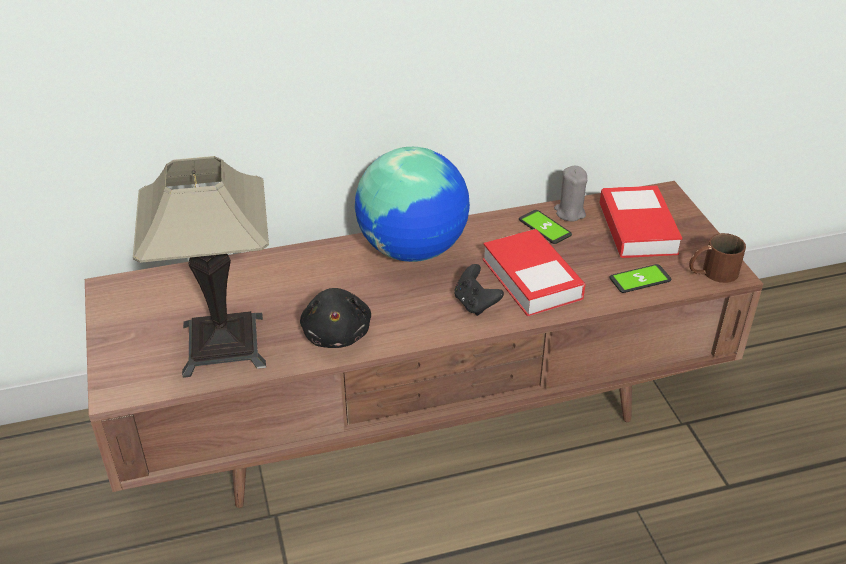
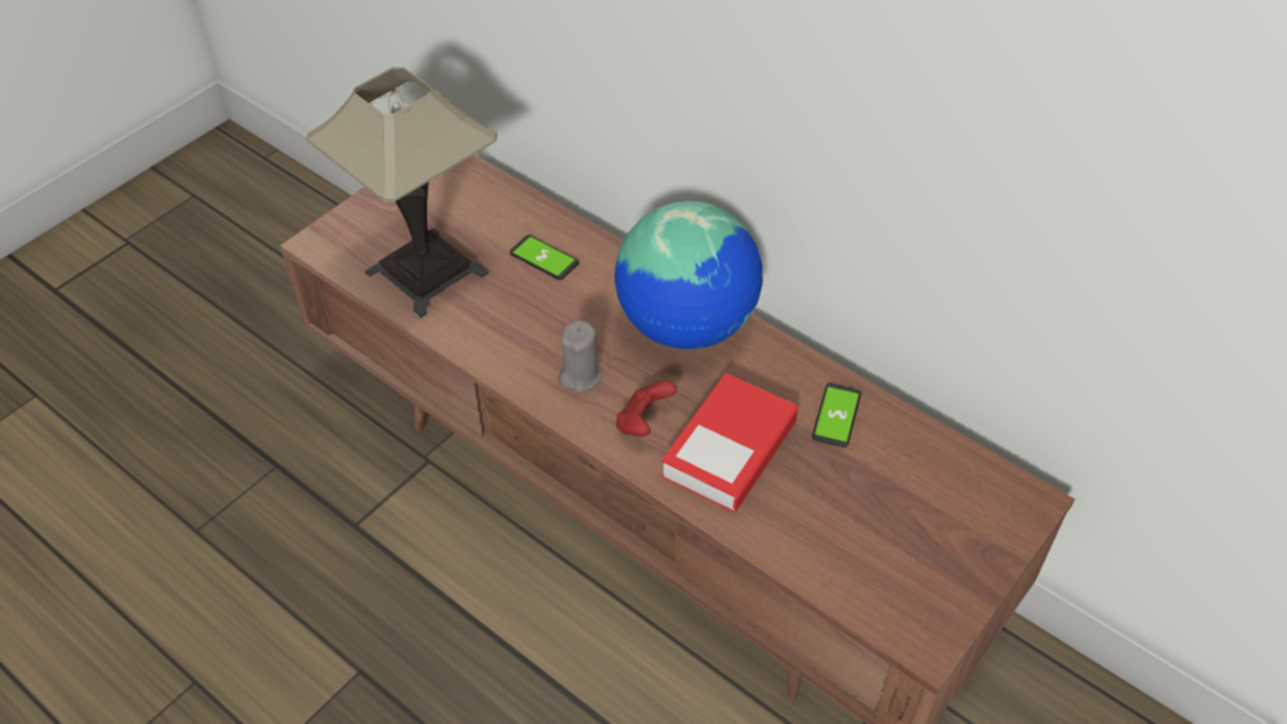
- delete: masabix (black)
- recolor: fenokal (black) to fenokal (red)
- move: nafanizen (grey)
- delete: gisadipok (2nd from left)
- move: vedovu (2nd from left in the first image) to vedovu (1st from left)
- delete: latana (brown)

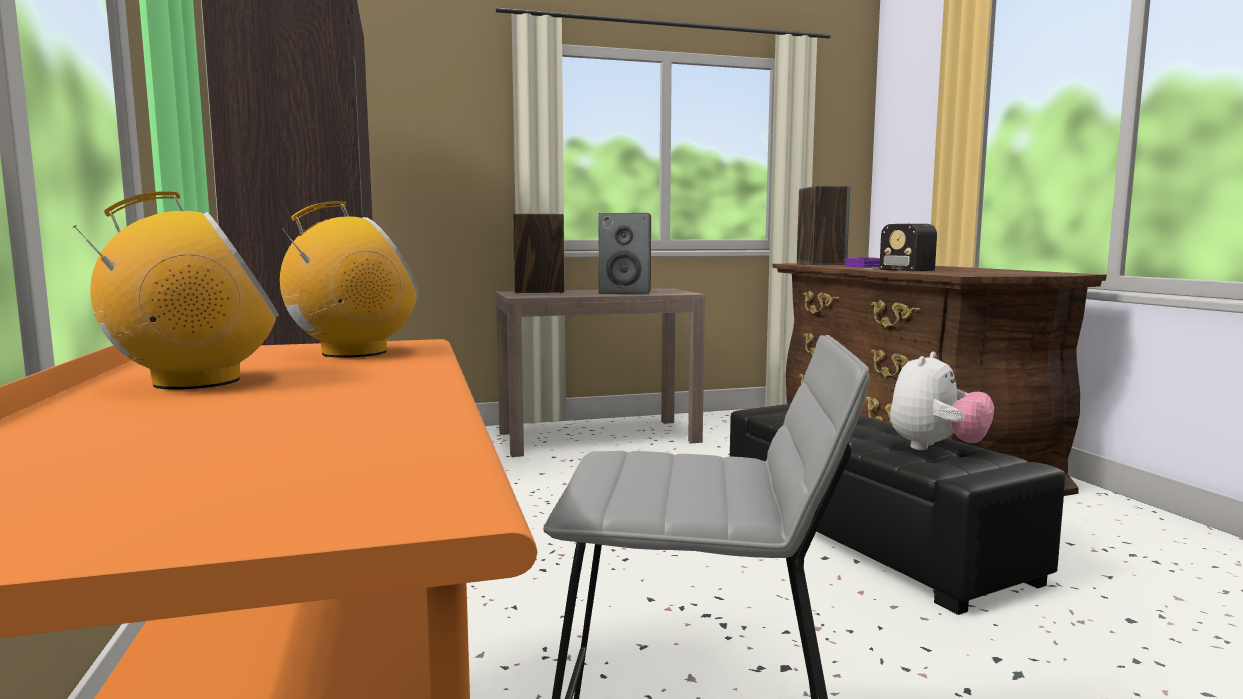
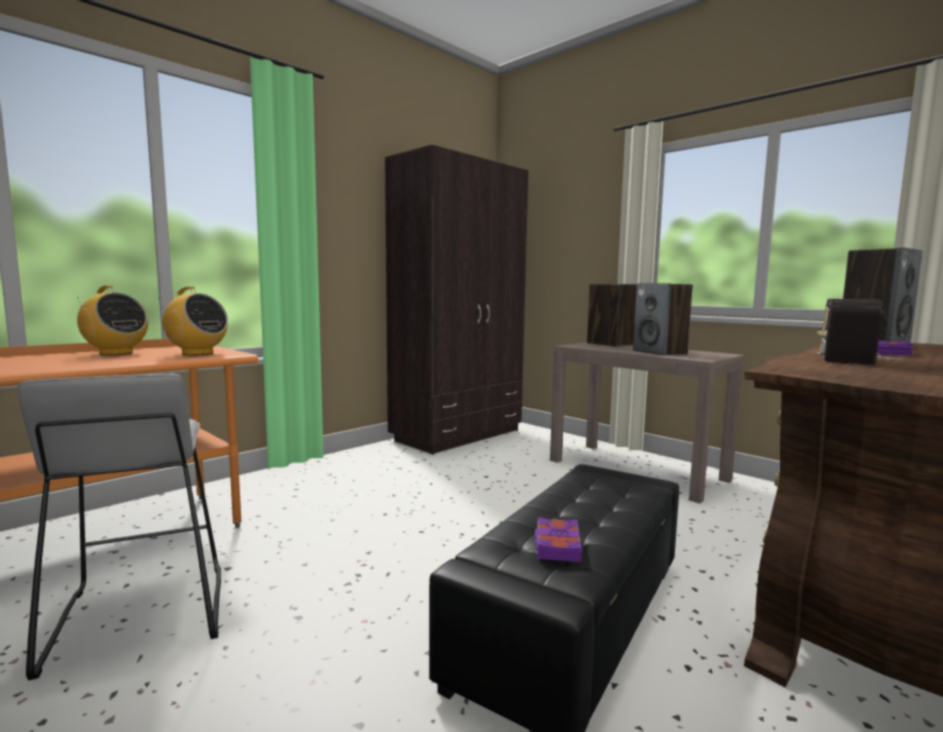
- replace: masabix to gisadipok (purple) (1st from left)

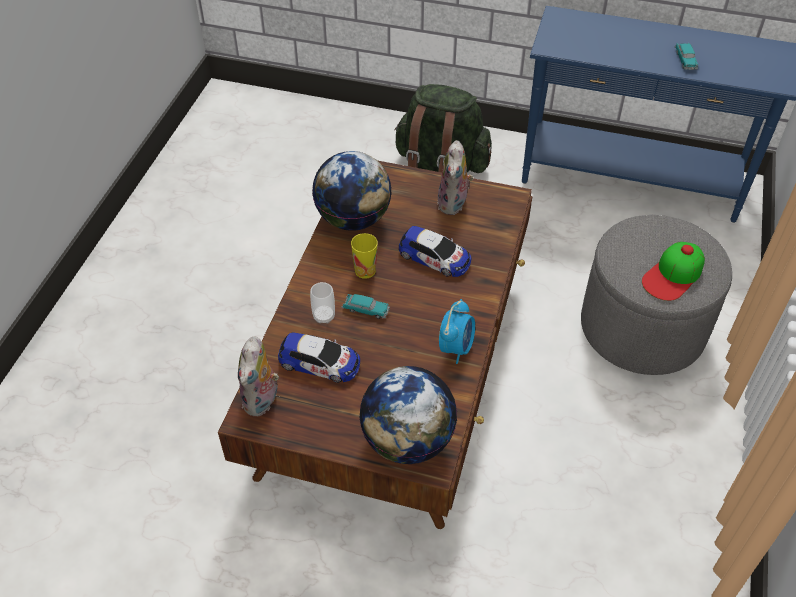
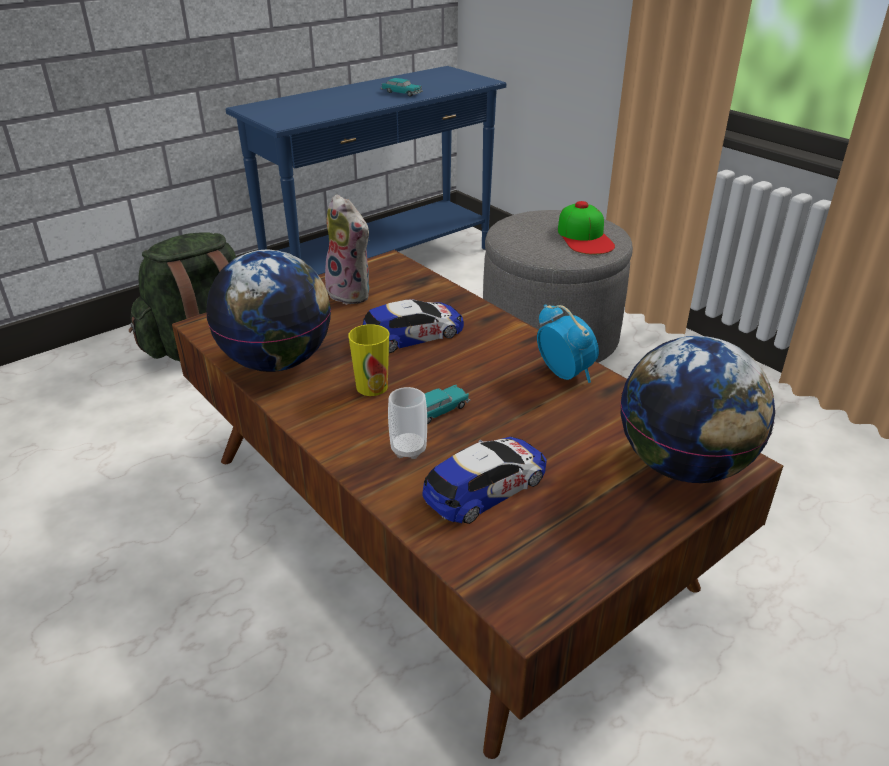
- delete: masabix (1st from left)

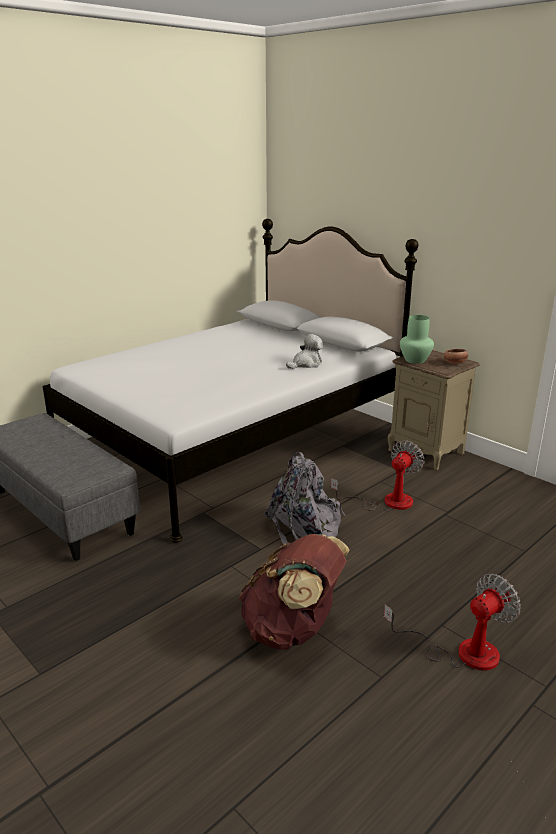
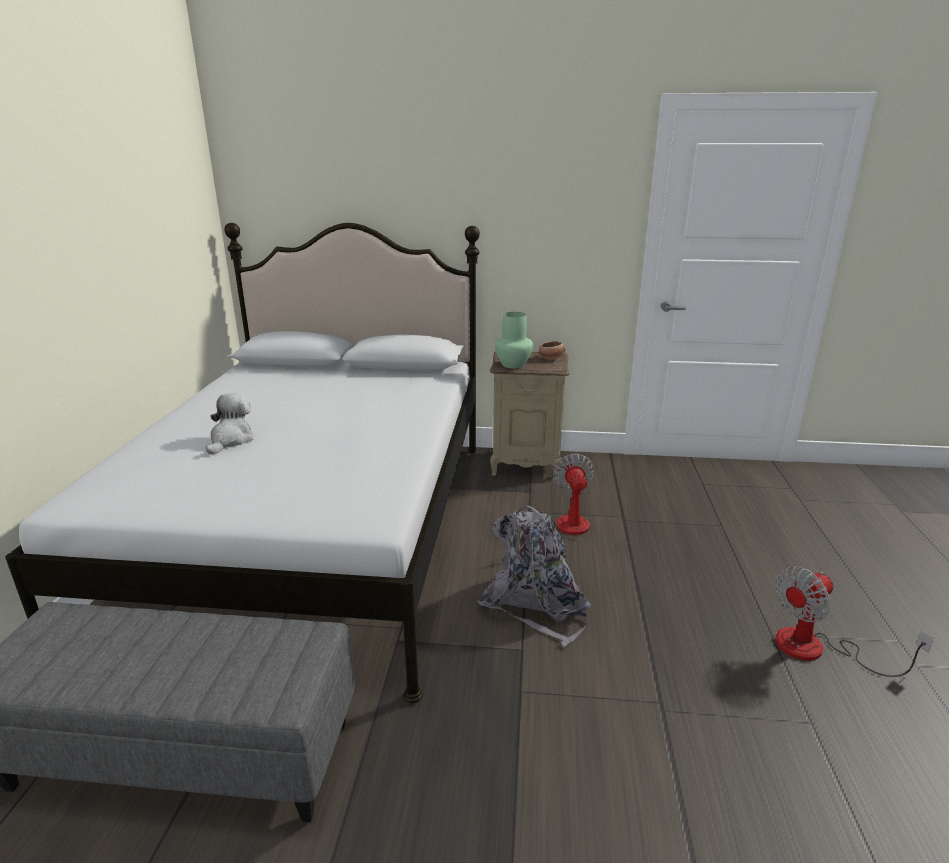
- delete: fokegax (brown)
- move: masabix
- rotate: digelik (2nd from left) 135 degrees counterclockwise

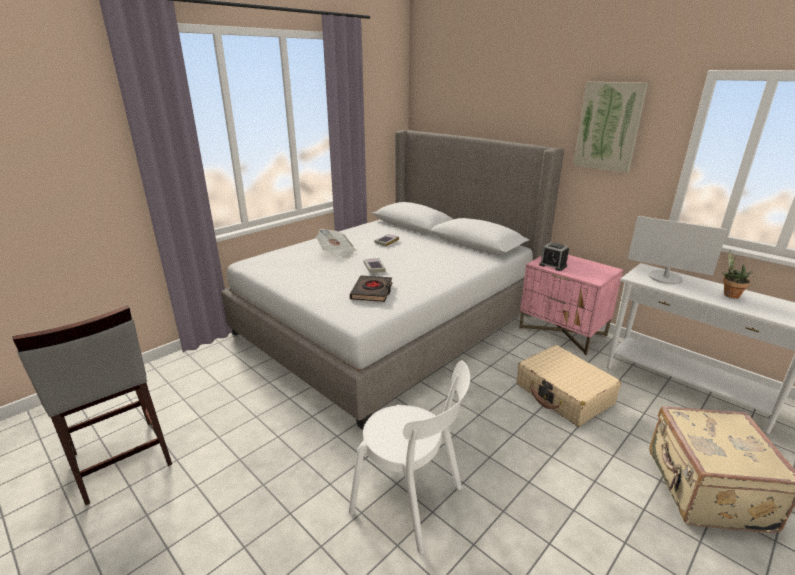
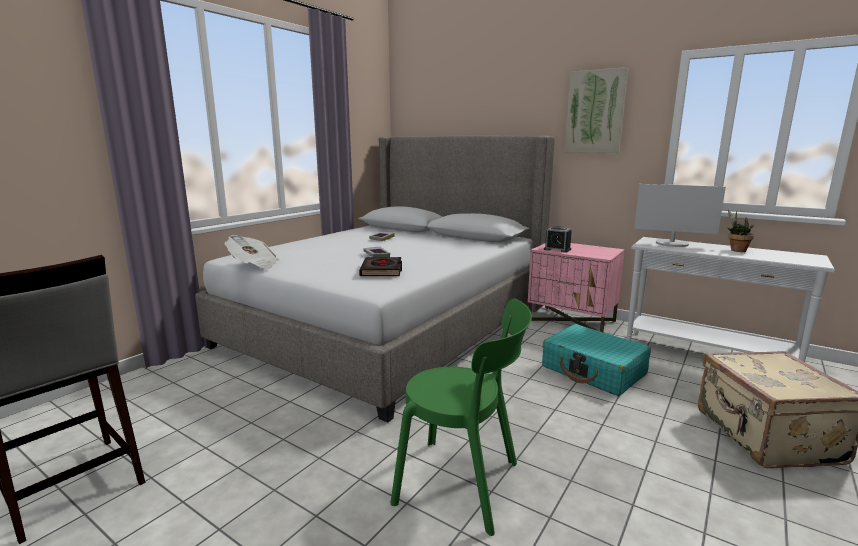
- move: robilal
- recolor: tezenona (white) to tezenona (green)
- recolor: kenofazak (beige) (1st from left) to kenofazak (turquoise)

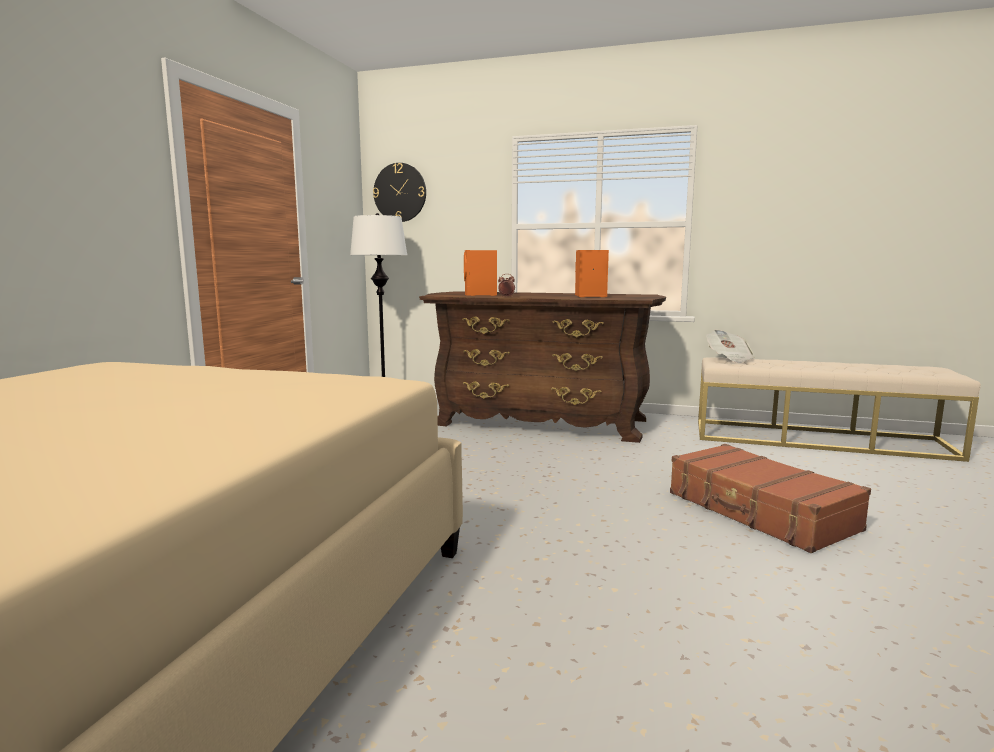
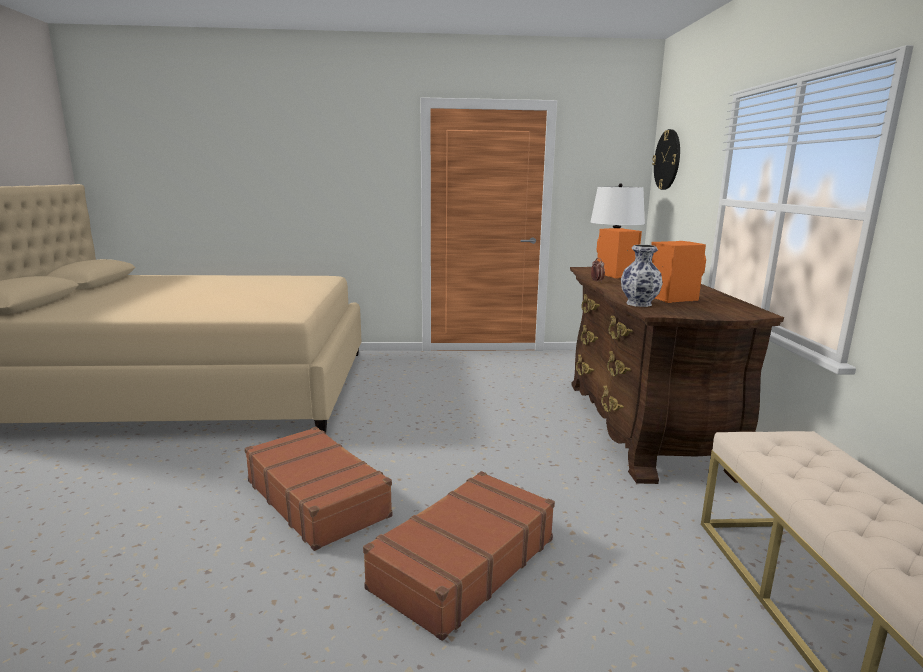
- delete: robilal
- insert: kenofazak (brown) (1st from left)
- insert: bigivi

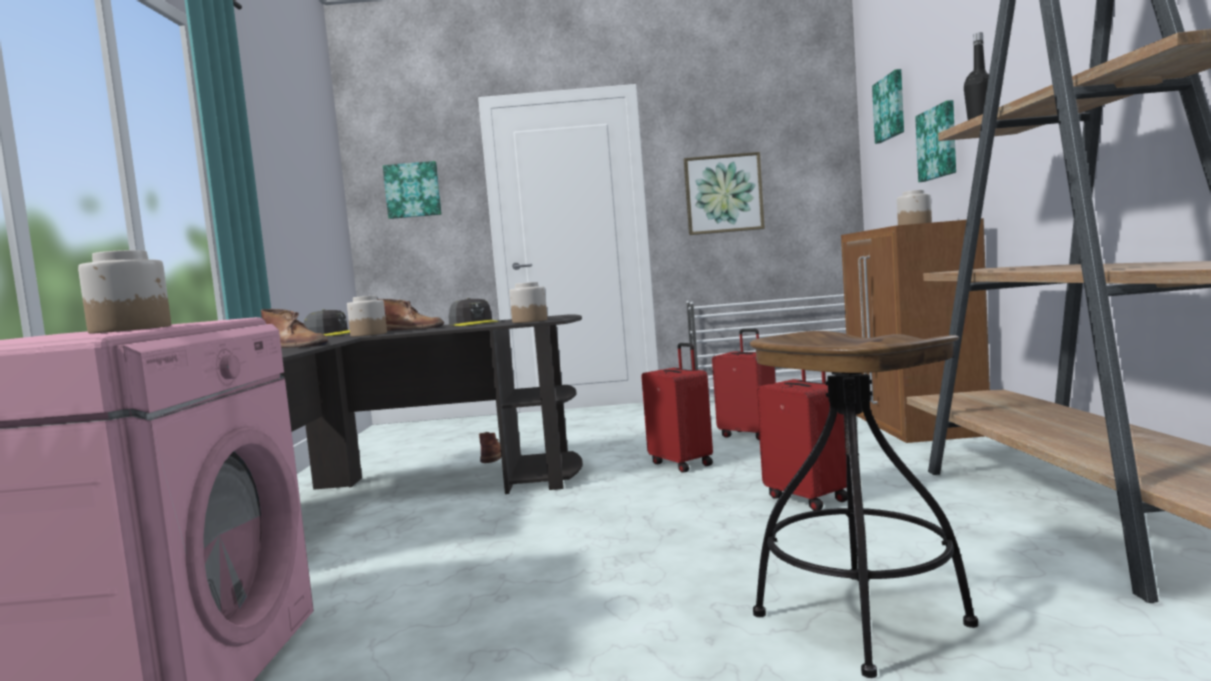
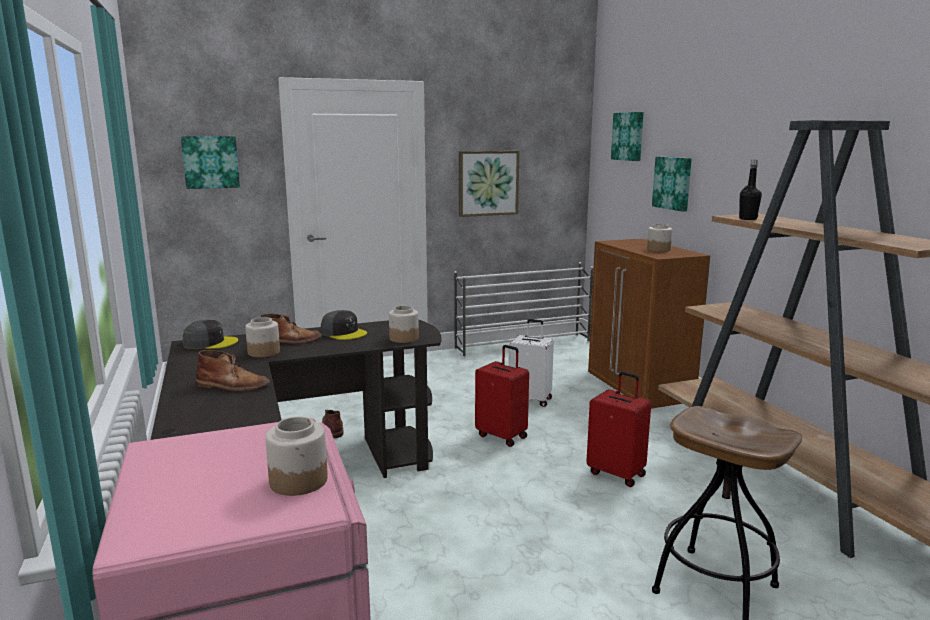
- recolor: kenofazak (red) (2nd from left) to kenofazak (white)

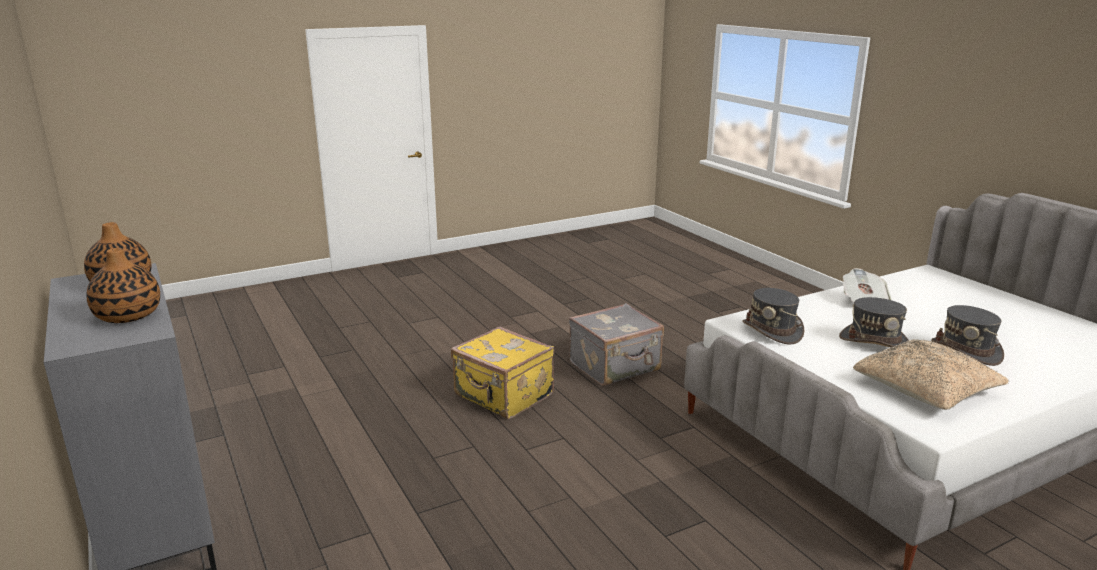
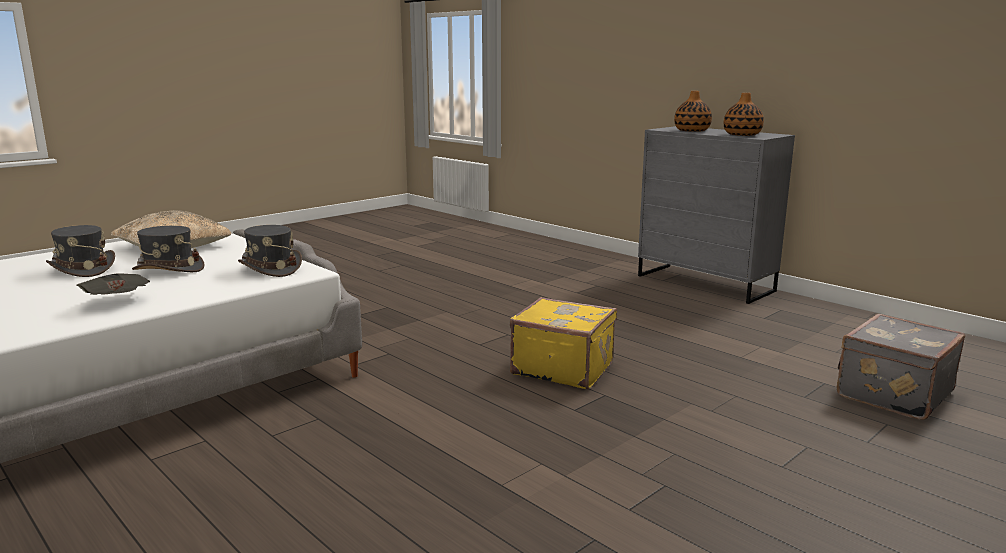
- move: kenofazak (grey)

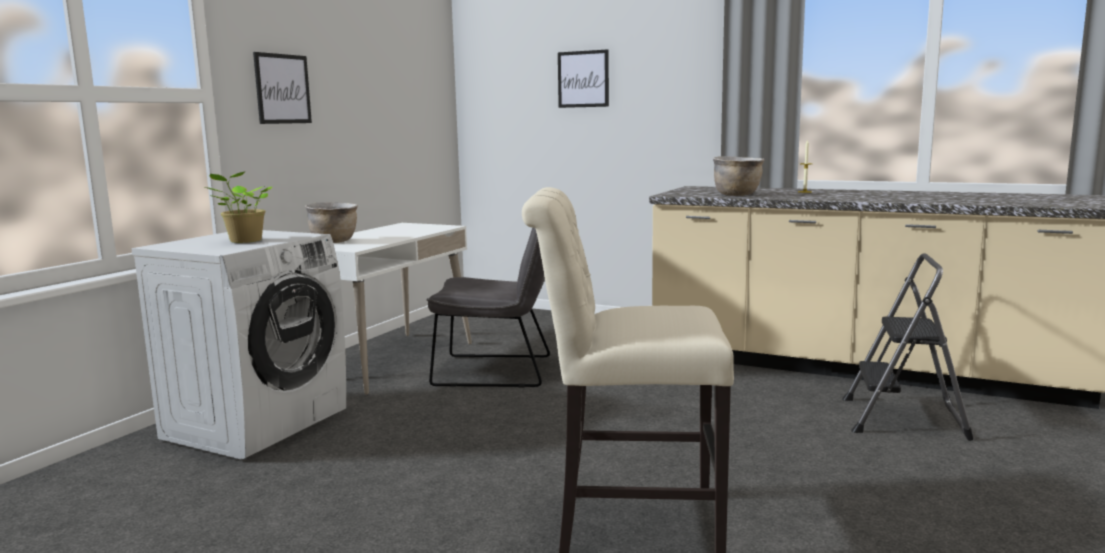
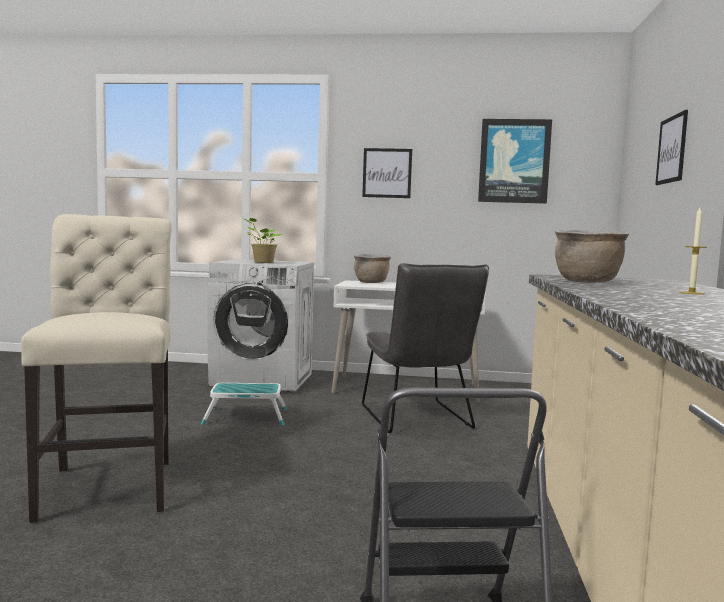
- insert: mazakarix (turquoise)
- insert: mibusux (2nd from left)

